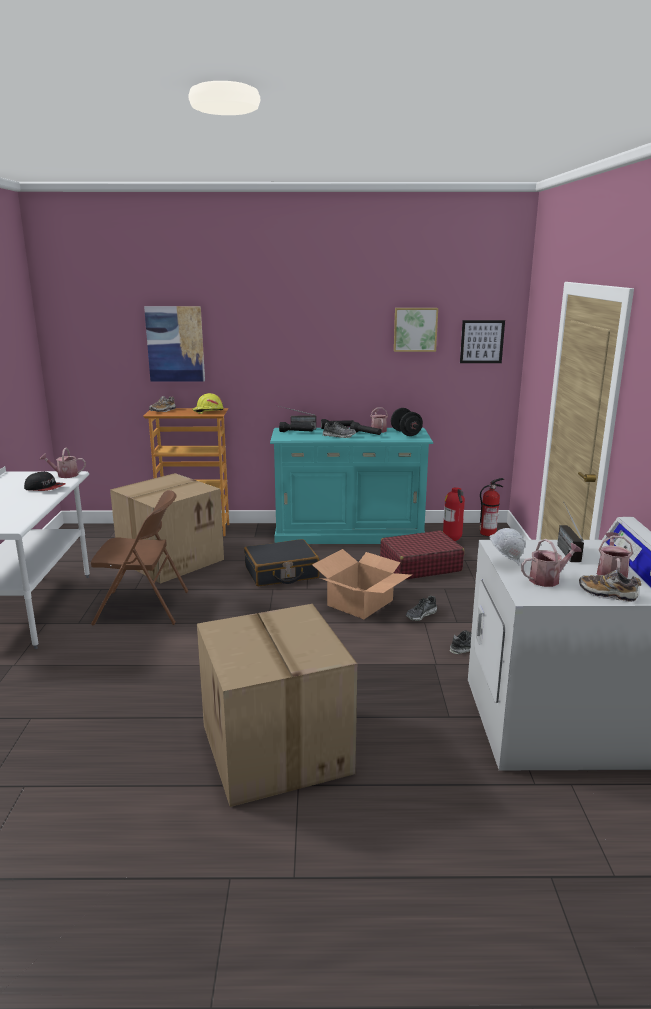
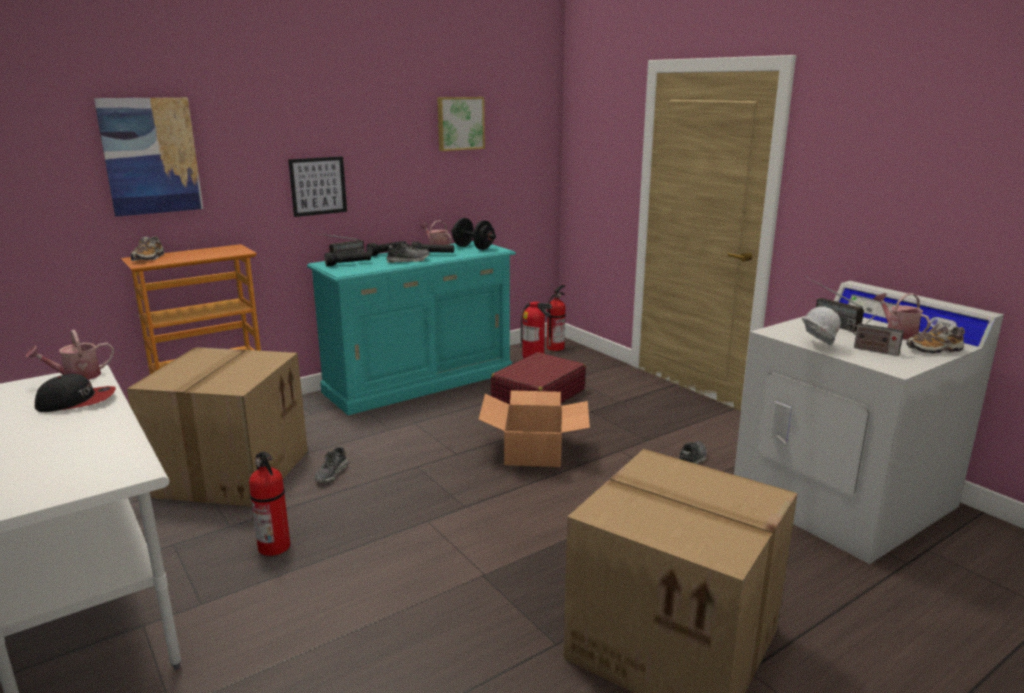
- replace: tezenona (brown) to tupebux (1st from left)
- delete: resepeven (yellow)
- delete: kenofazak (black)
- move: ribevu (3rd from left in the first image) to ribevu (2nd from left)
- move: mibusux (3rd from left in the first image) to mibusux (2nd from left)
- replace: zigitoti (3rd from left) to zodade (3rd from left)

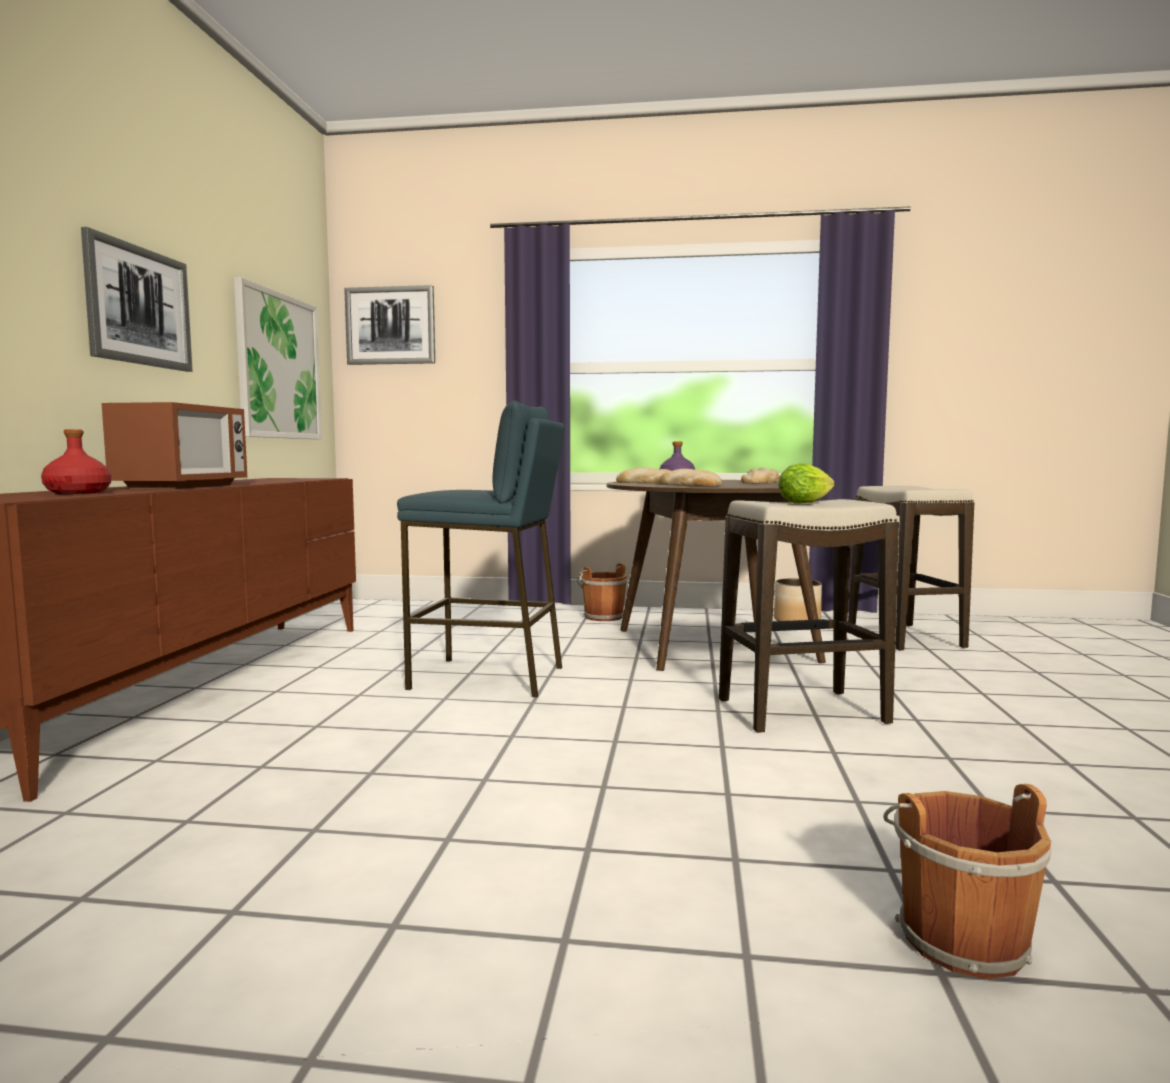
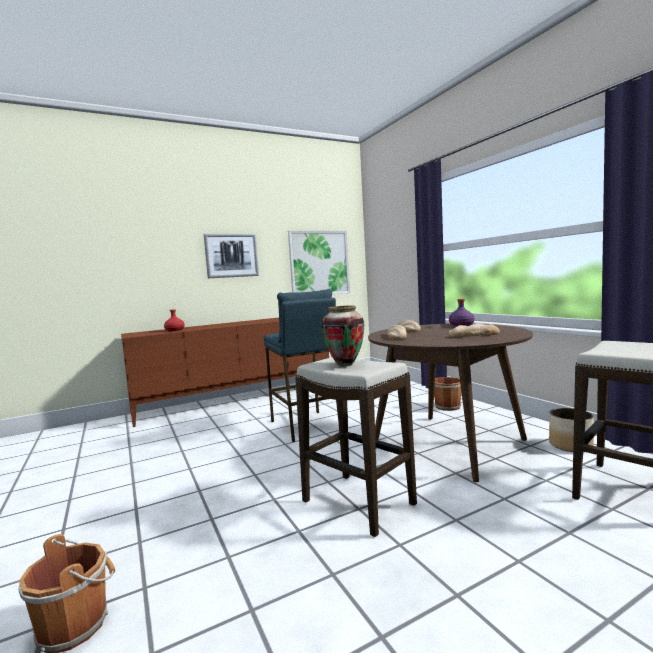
- delete: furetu
- delete: mibusux (3rd from left)
- replace: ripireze to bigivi

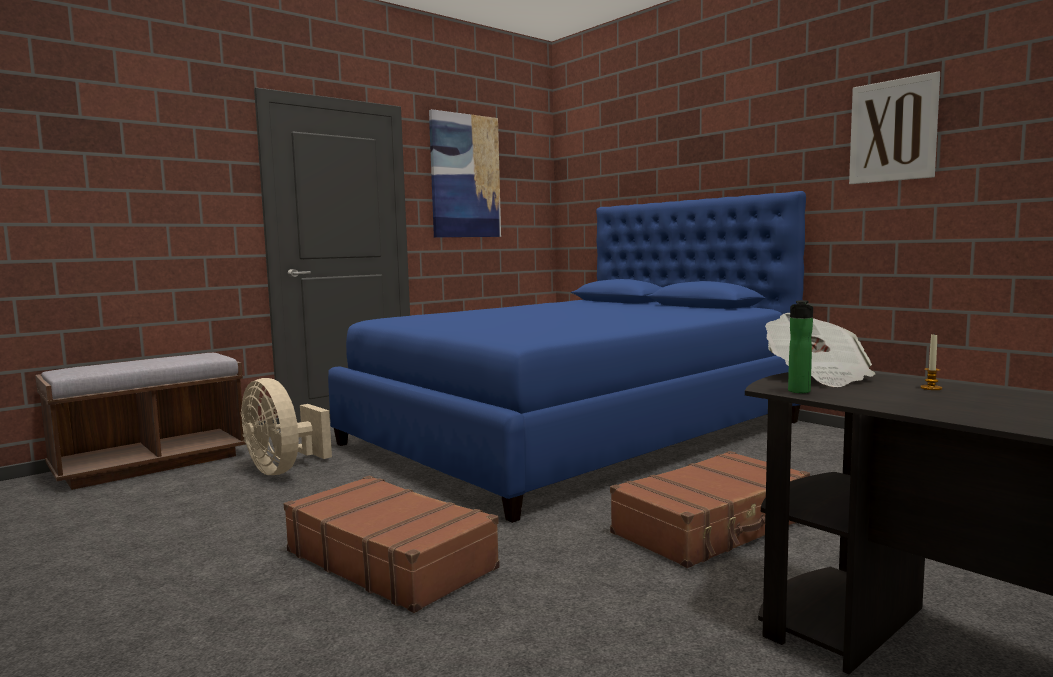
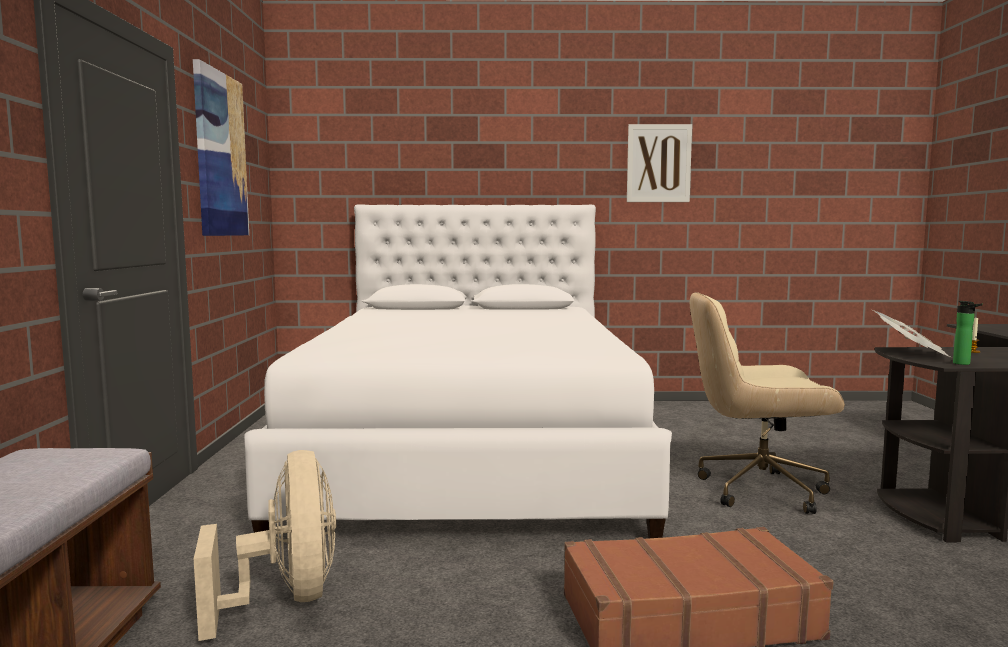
- rotate: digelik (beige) 105 degrees counterclockwise
- recolor: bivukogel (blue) to bivukogel (white)
- replace: kenofazak (brown) (2nd from left) to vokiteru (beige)

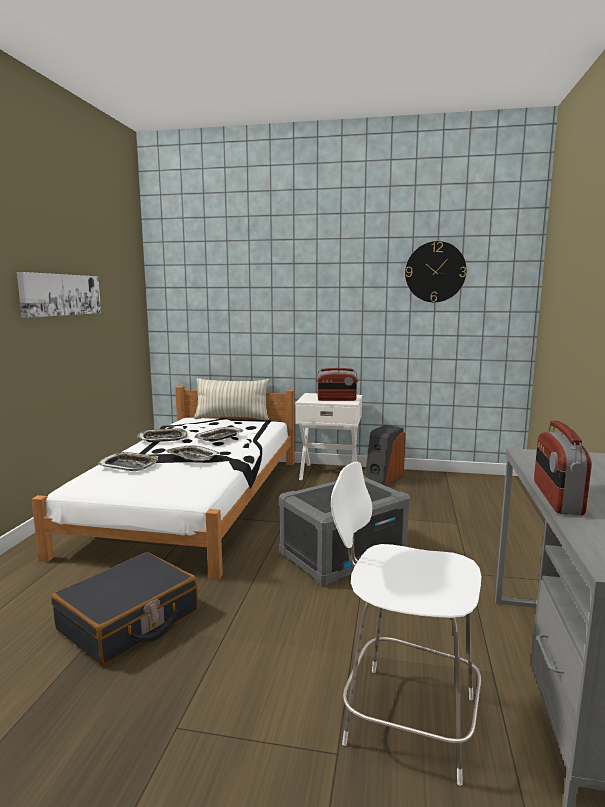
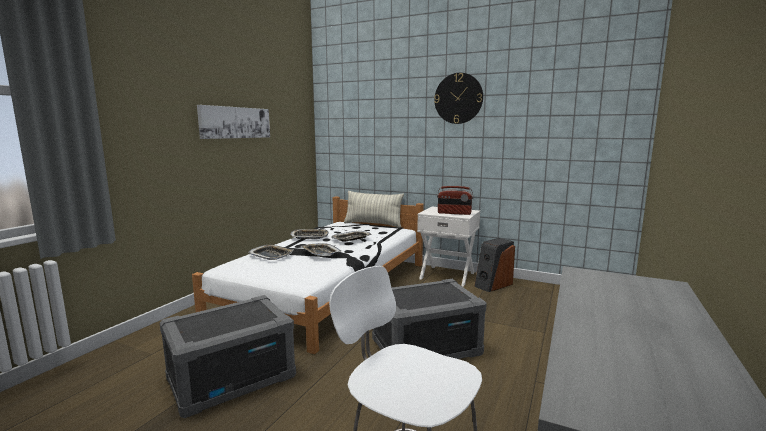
- replace: kenofazak (black) to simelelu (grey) (1st from left)
- move: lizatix
- delete: zodade (2nd from left)

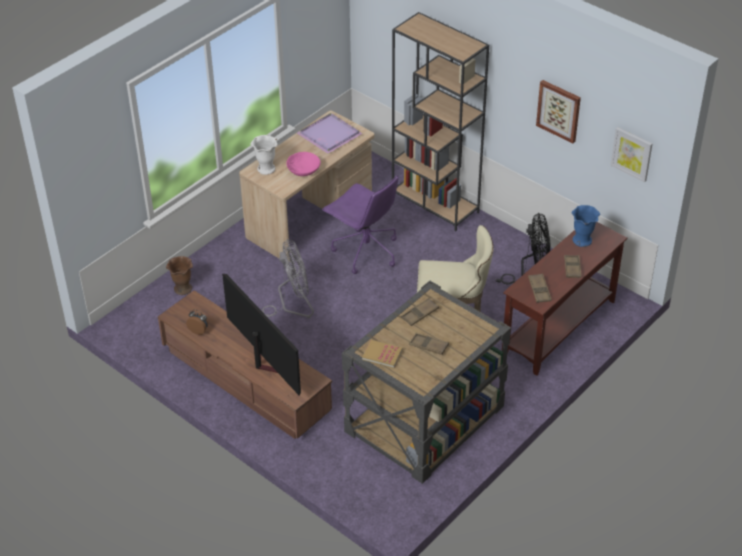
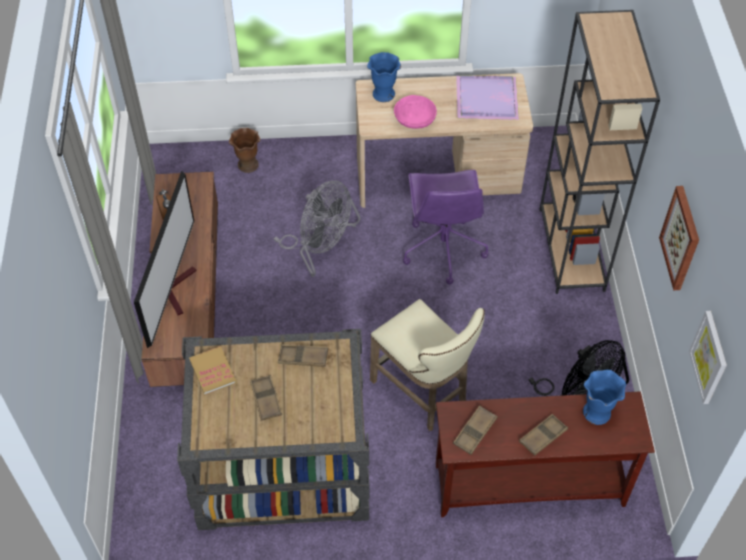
- recolor: bigivi (white) to bigivi (blue) (1st from left)

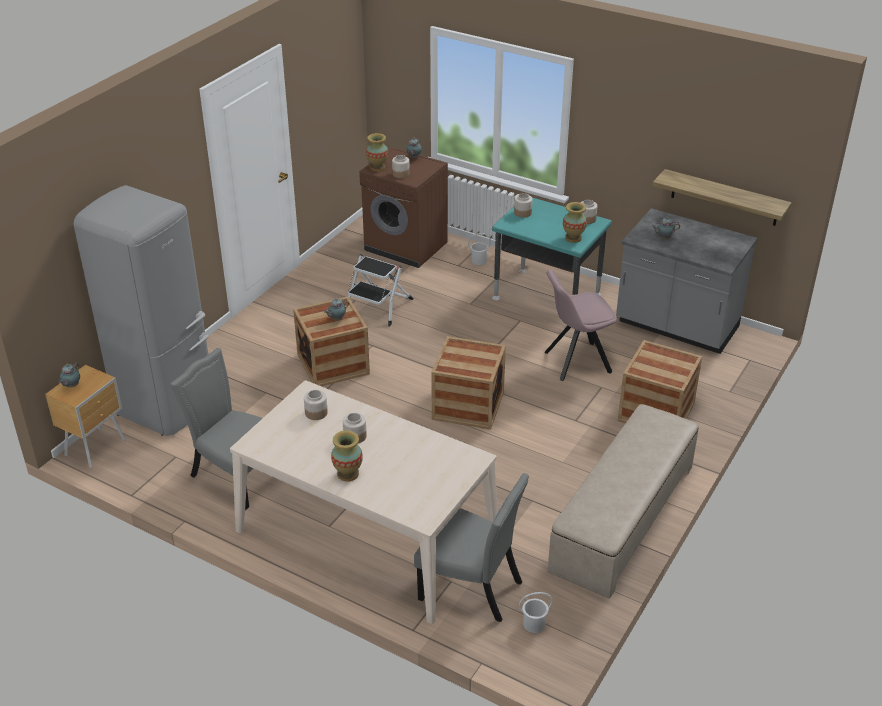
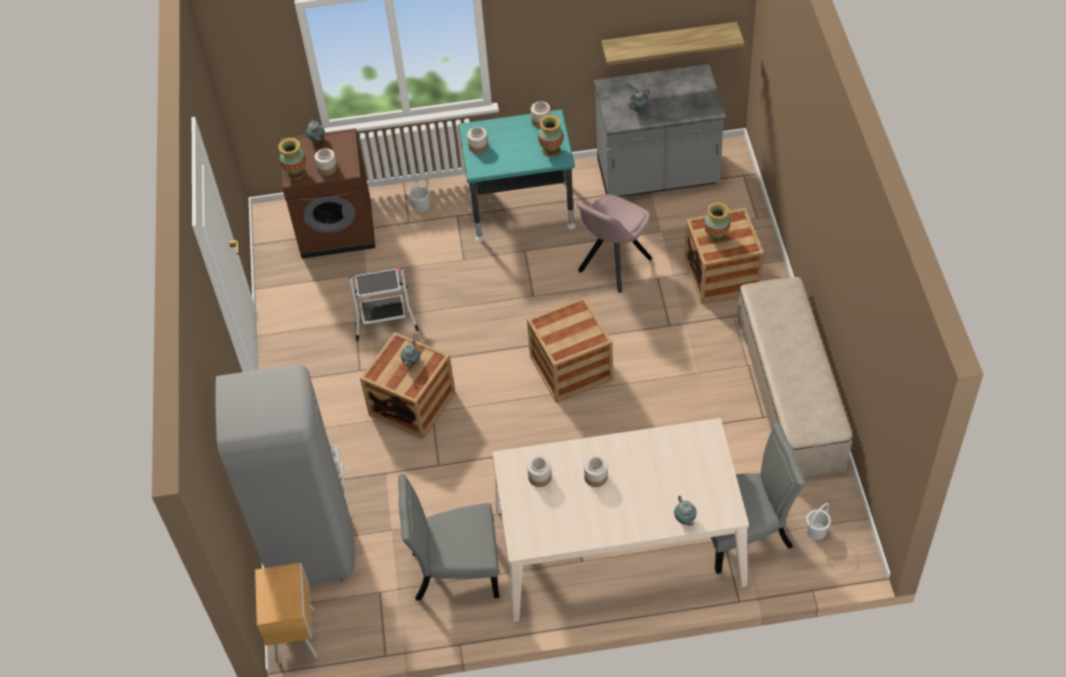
- move: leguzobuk (1st from left in the first image) to leguzobuk (4th from left)
- move: bigivi (1st from left in the first image) to bigivi (3rd from left)

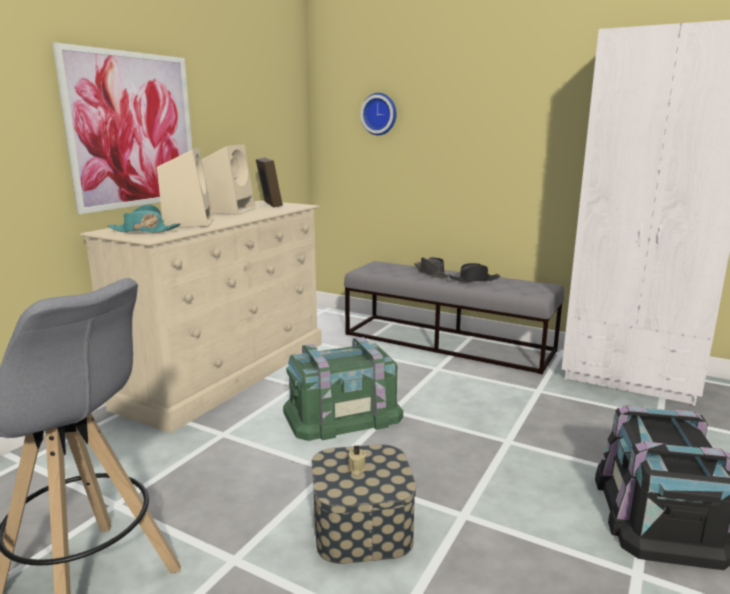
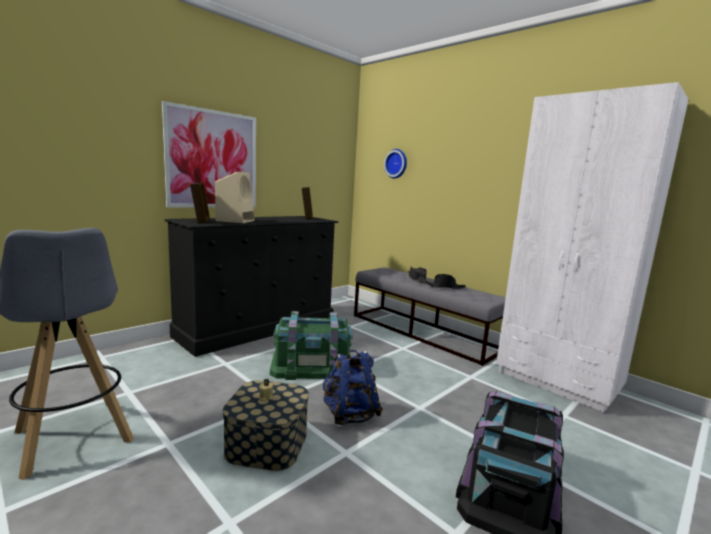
- recolor: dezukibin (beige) to dezukibin (black)
- replace: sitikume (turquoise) to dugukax (1st from left)
- delete: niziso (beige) (2nd from left)
- insert: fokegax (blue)

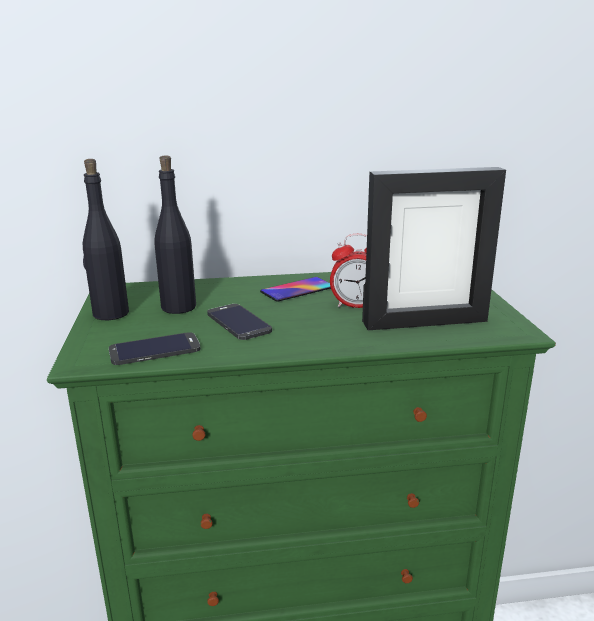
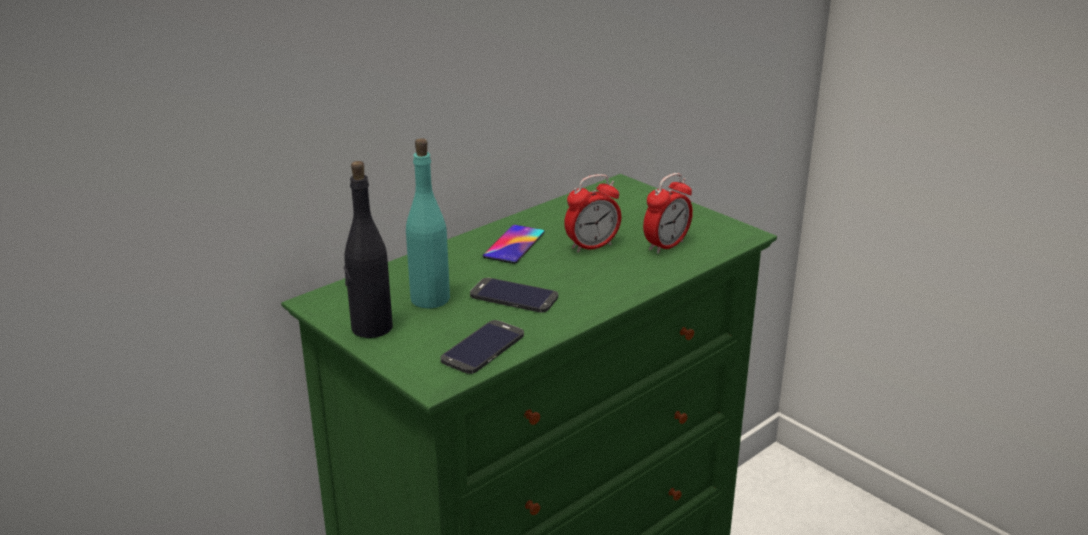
- recolor: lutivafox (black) (2nd from left) to lutivafox (turquoise)
- replace: dugukax to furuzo (2nd from left)

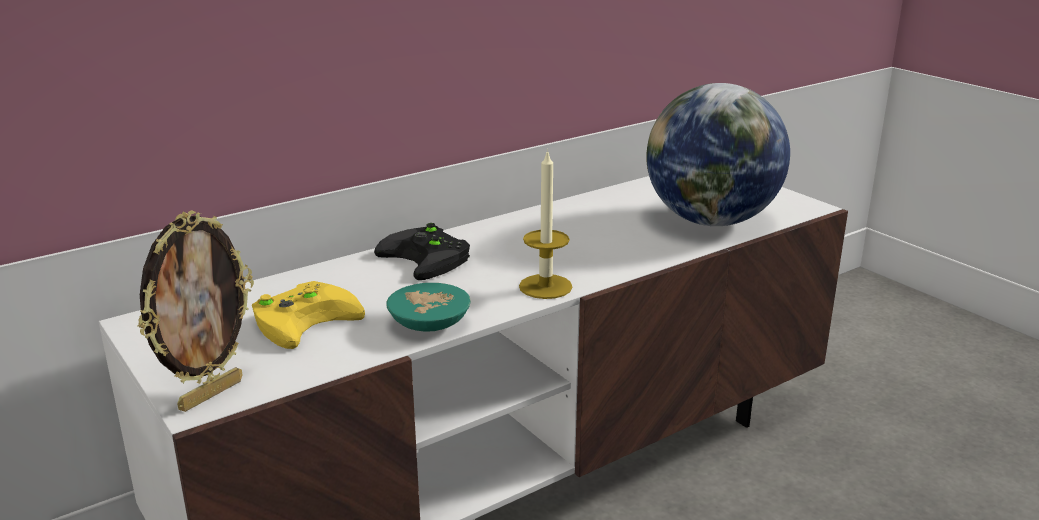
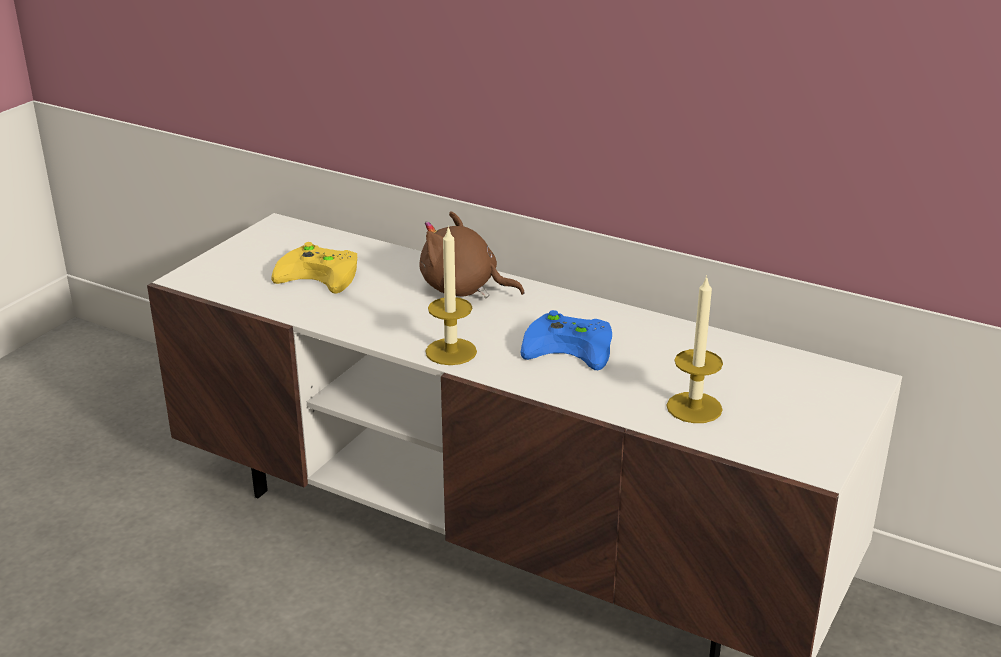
- delete: dugukax
- replace: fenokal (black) to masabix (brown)
- delete: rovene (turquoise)
- replace: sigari to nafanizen (2nd from left)
- insert: fenokal (blue)

